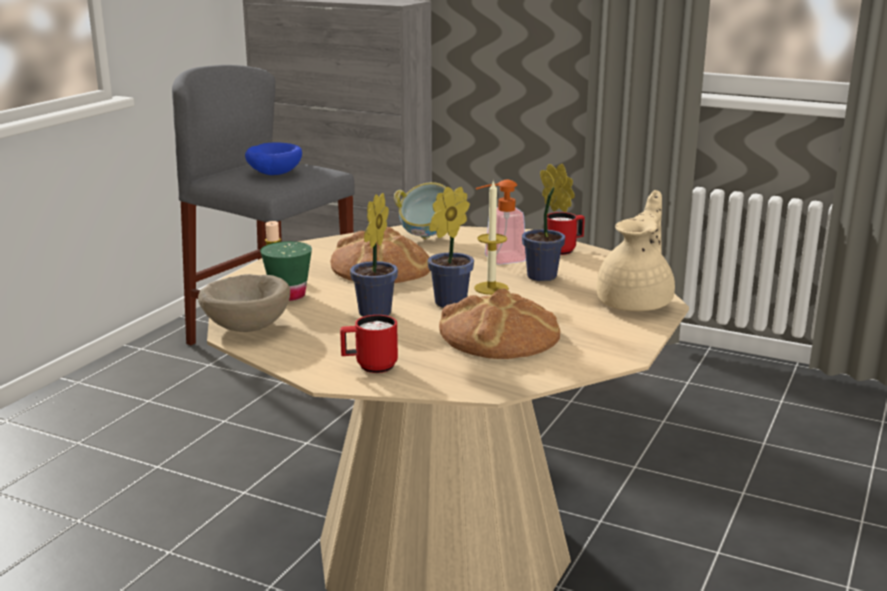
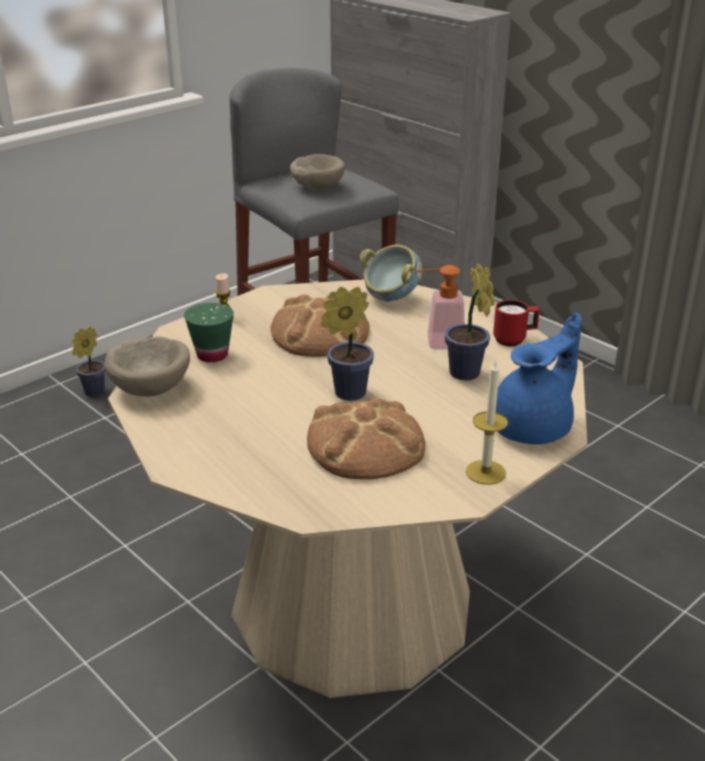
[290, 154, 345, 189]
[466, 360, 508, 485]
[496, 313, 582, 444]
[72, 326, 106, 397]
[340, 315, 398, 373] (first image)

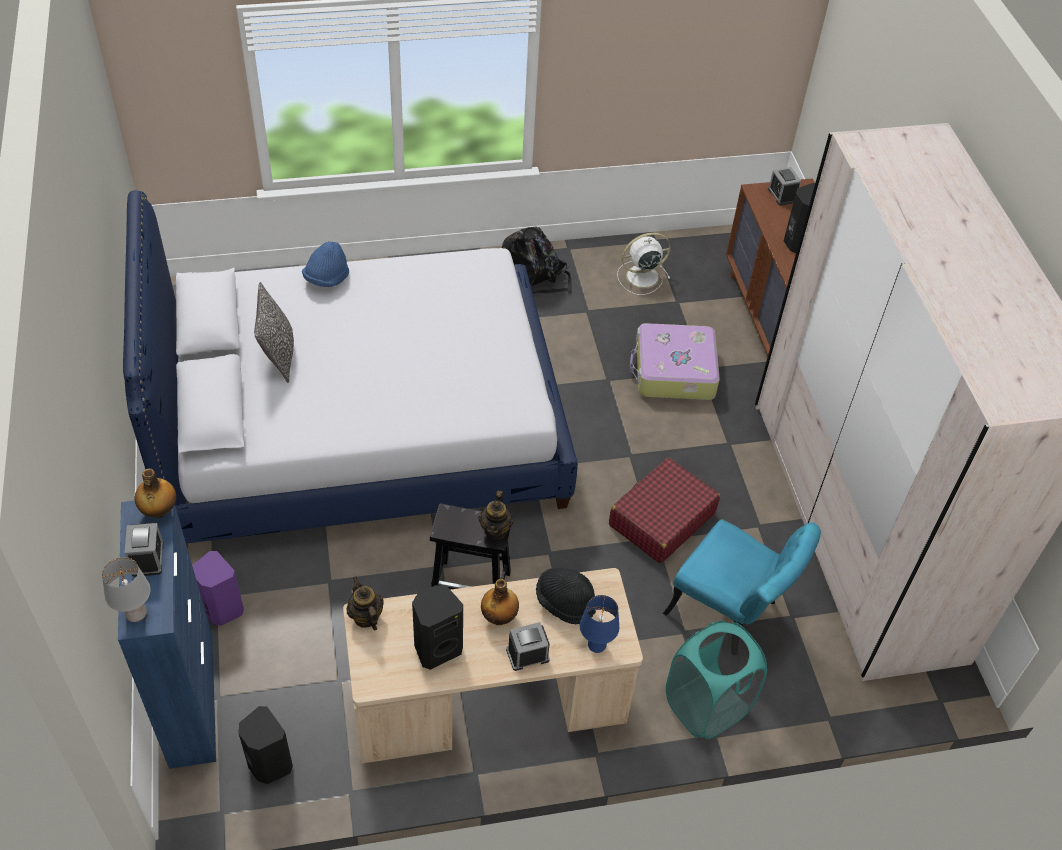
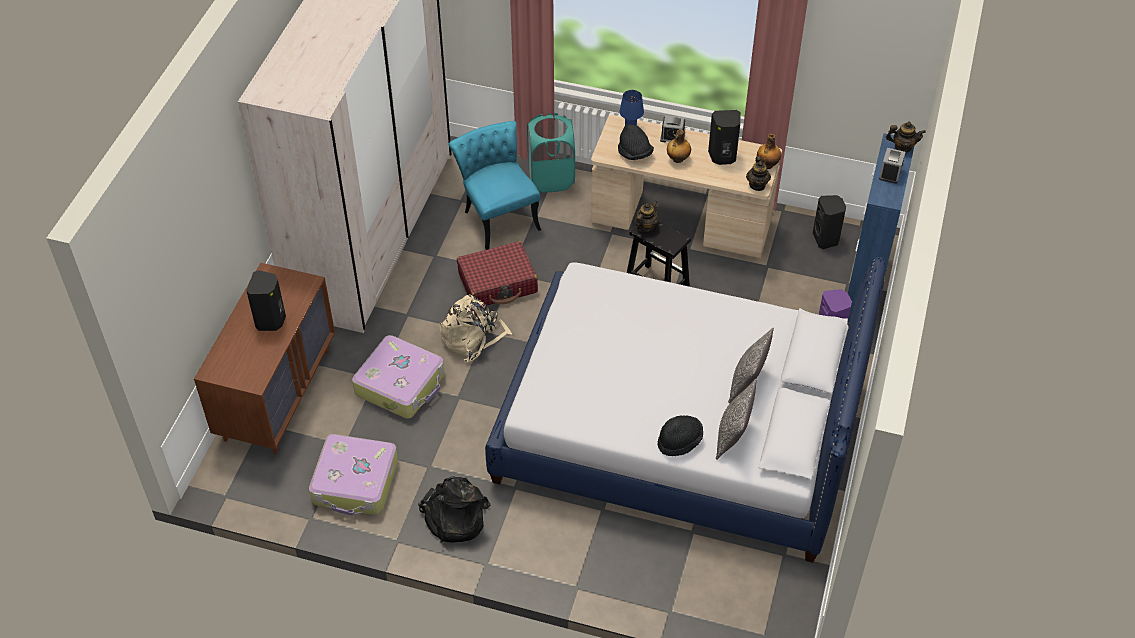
[768, 167, 801, 206] (first image)
[309, 434, 398, 516]
[657, 415, 703, 456]
[757, 134, 781, 169]
[886, 121, 926, 153]
[440, 295, 512, 362]
[716, 379, 757, 460]

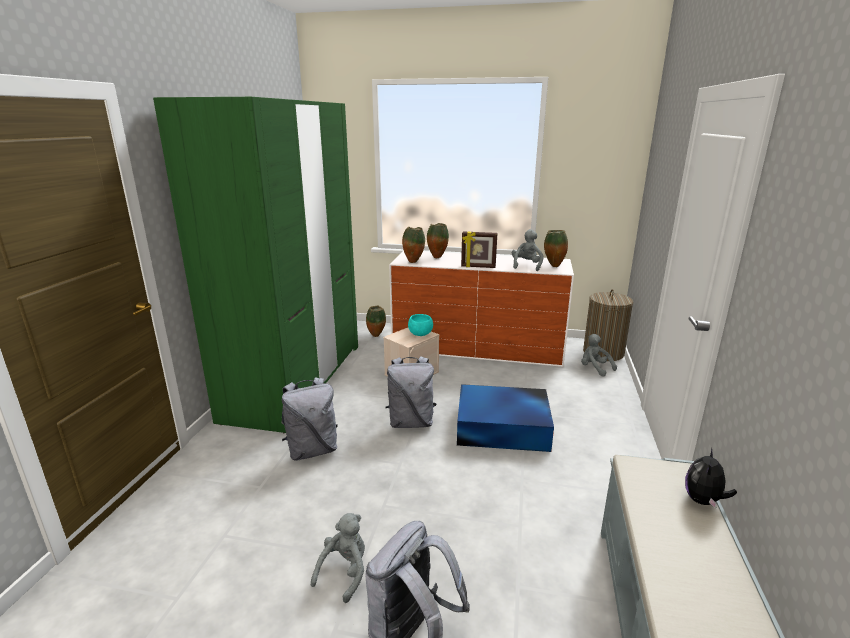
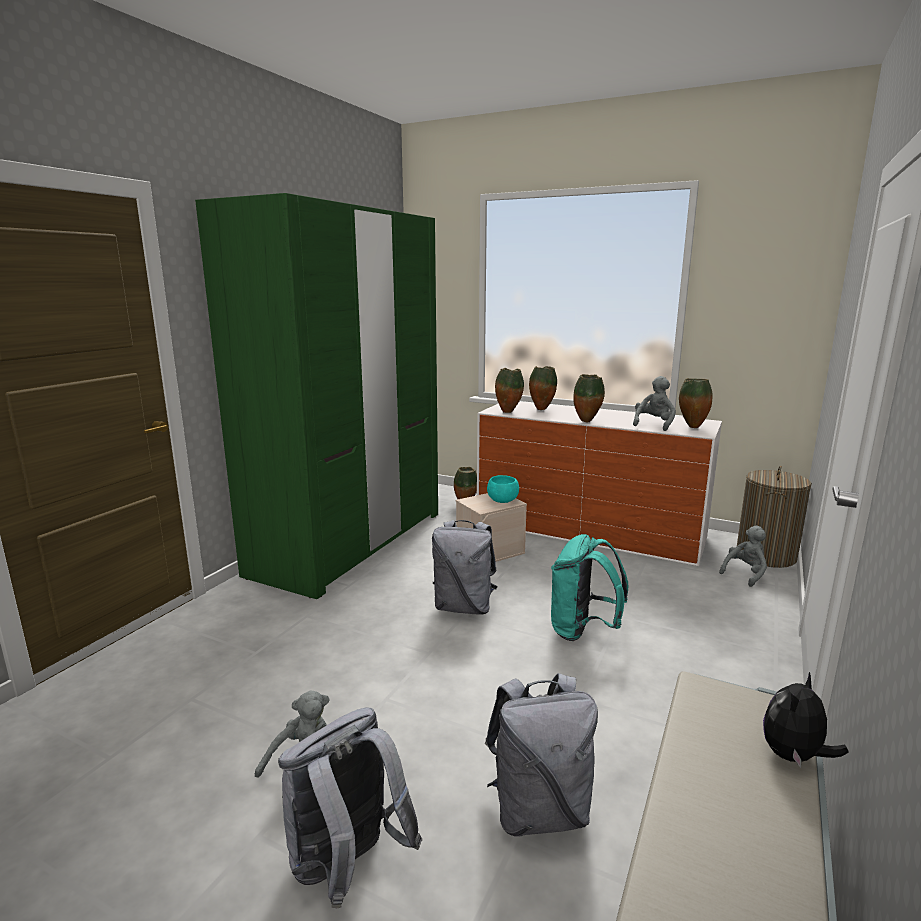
[573, 374, 605, 423]
[719, 525, 767, 587]
[485, 673, 598, 837]
[551, 534, 628, 641]

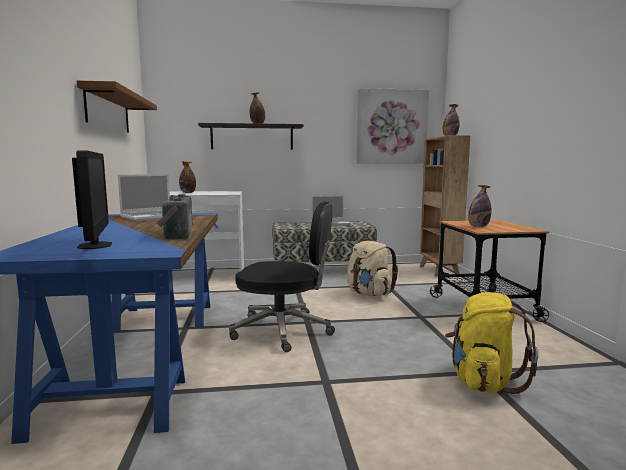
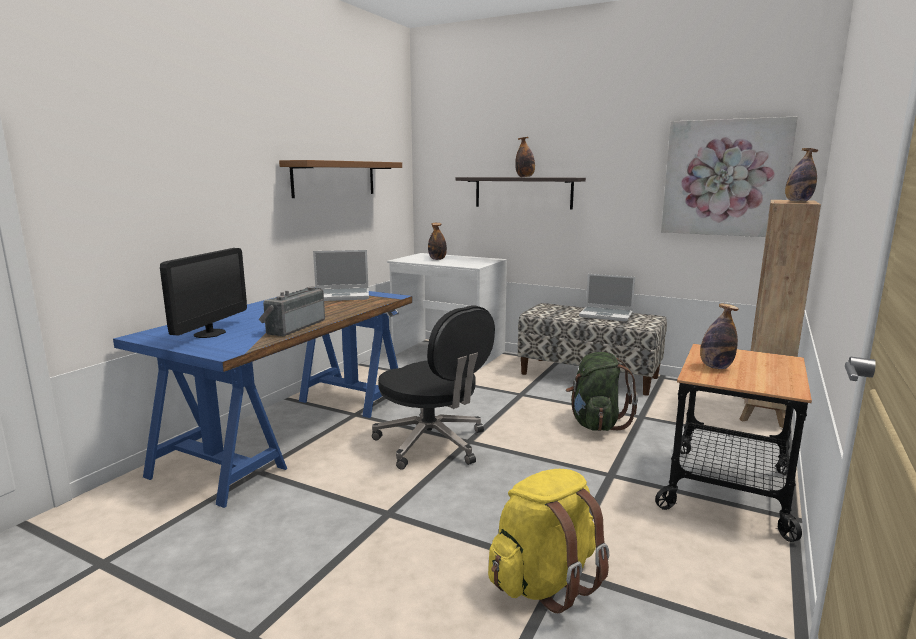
[566, 352, 638, 431]

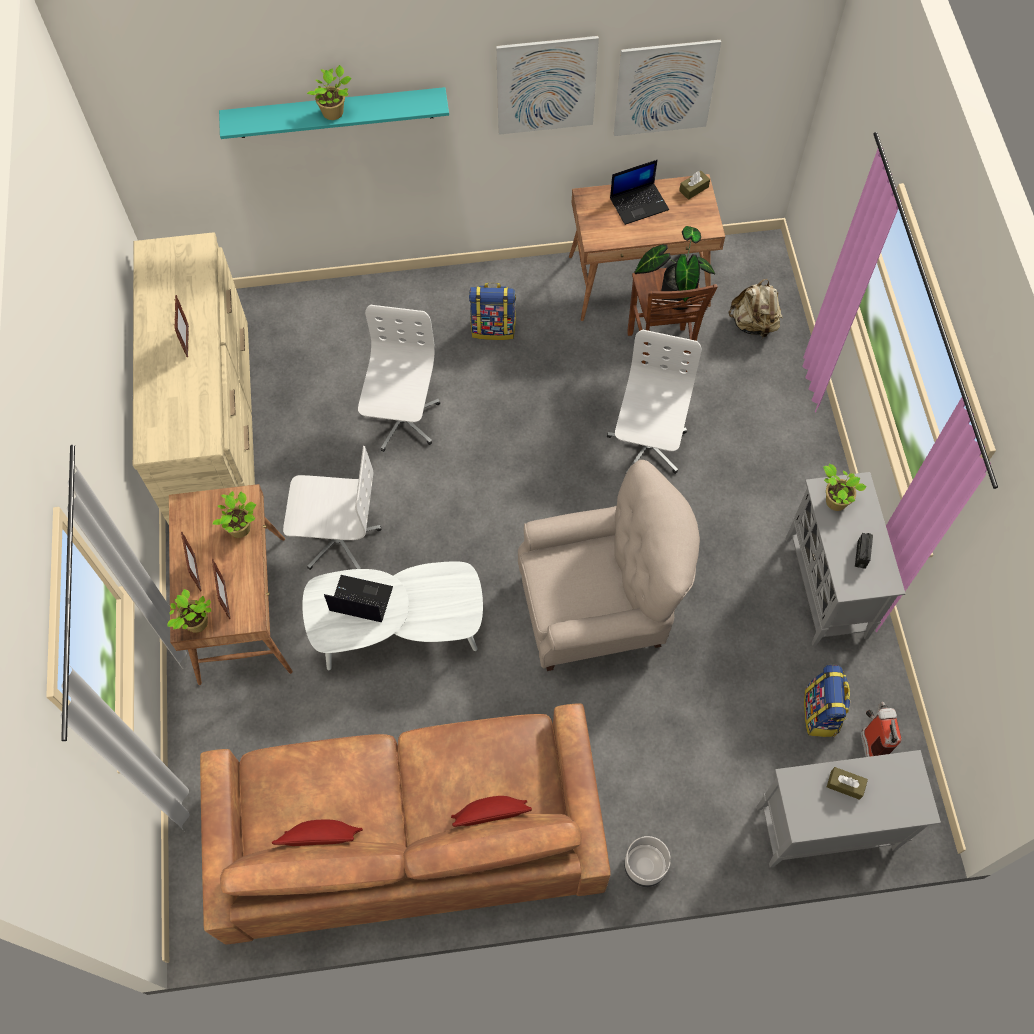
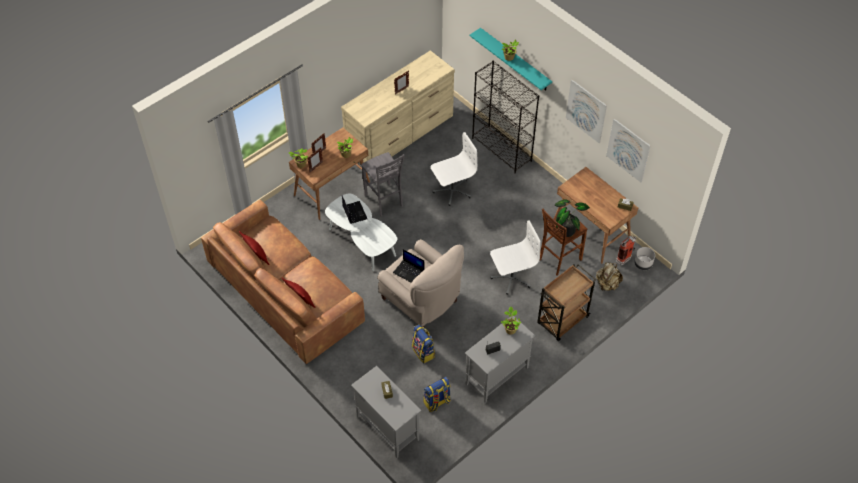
[393, 249, 424, 283]
[412, 325, 435, 363]
[361, 152, 405, 216]
[616, 236, 636, 266]
[634, 247, 655, 270]
[472, 61, 539, 173]
[537, 264, 596, 341]

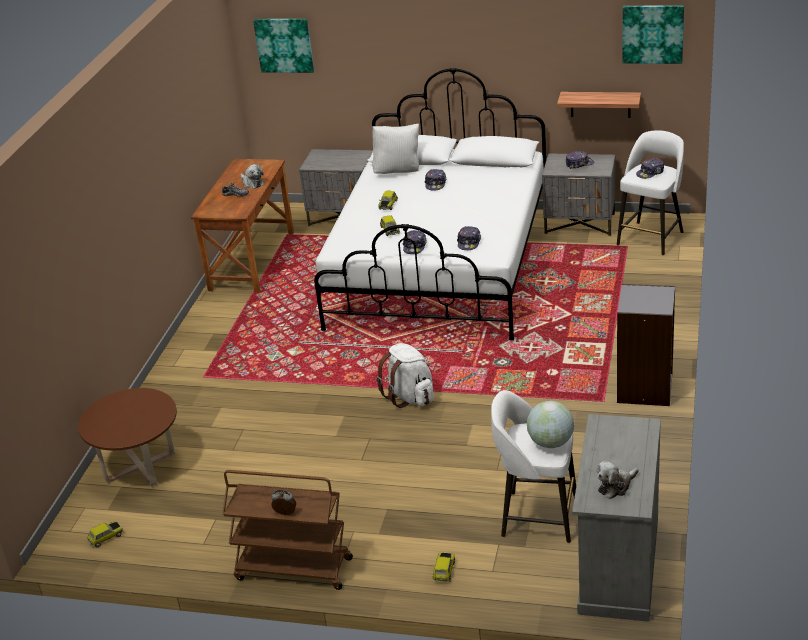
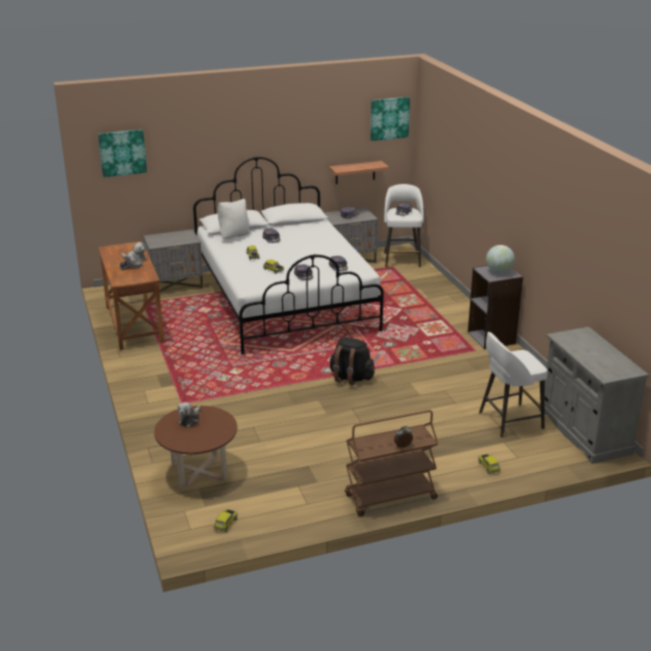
[330, 338, 374, 385]
[486, 245, 515, 273]
[177, 402, 201, 427]

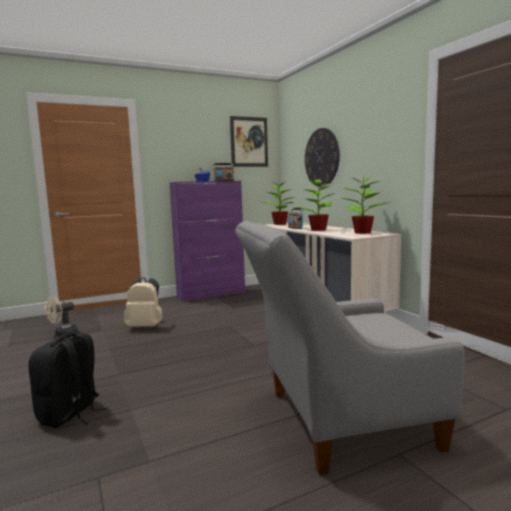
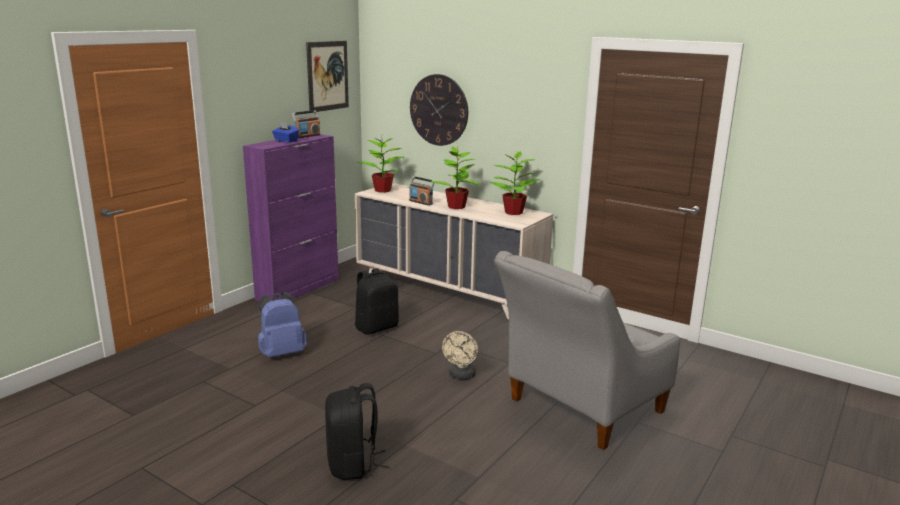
[258, 292, 307, 358]
[442, 331, 478, 380]
[355, 268, 399, 334]

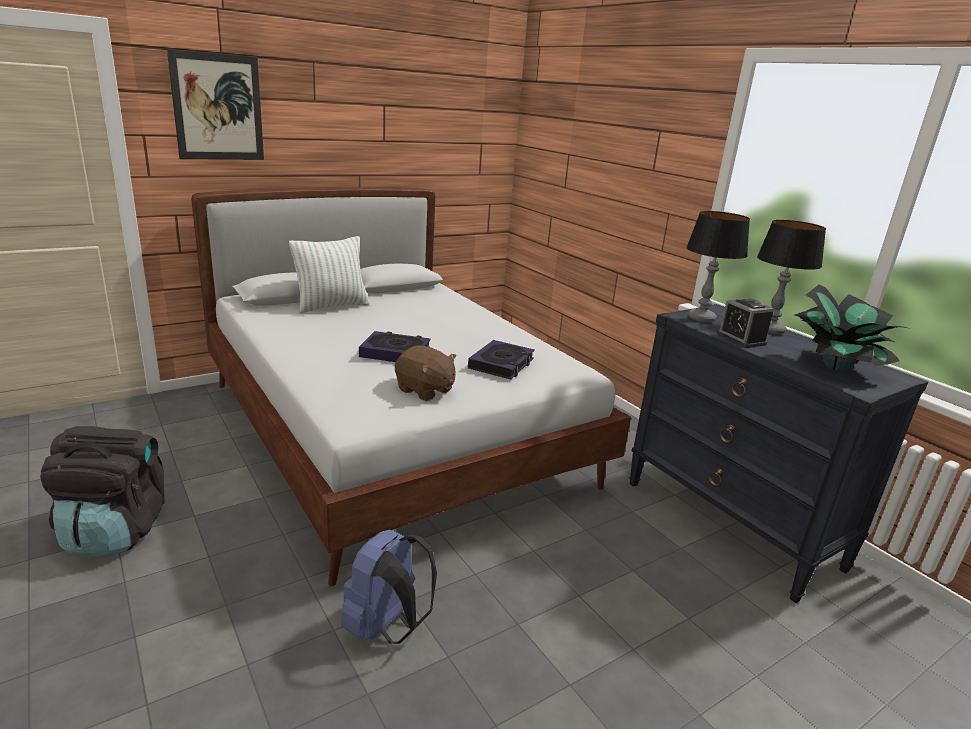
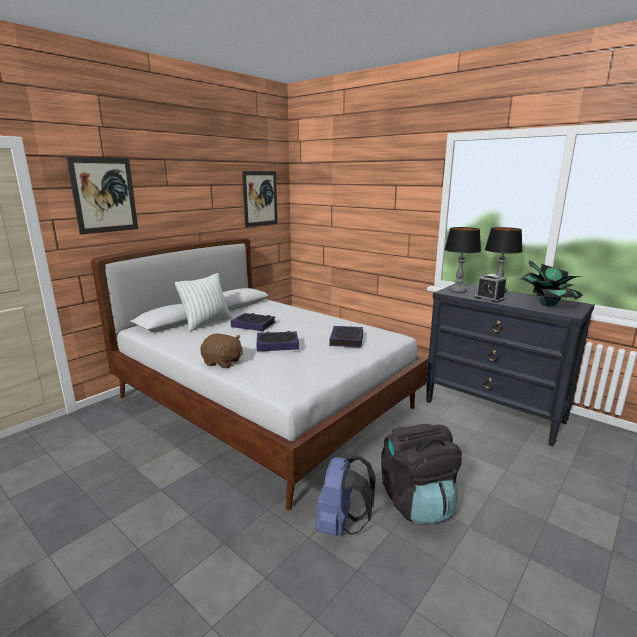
[200, 334, 243, 368]
[381, 424, 462, 524]
[242, 171, 277, 227]
[231, 313, 276, 331]

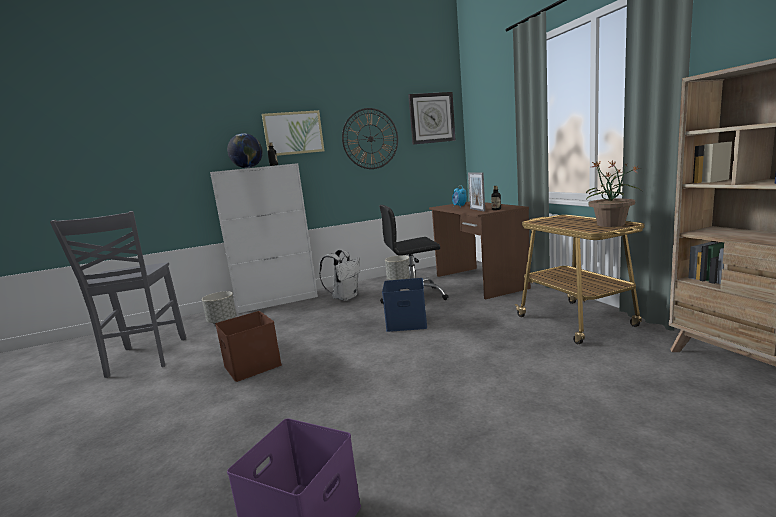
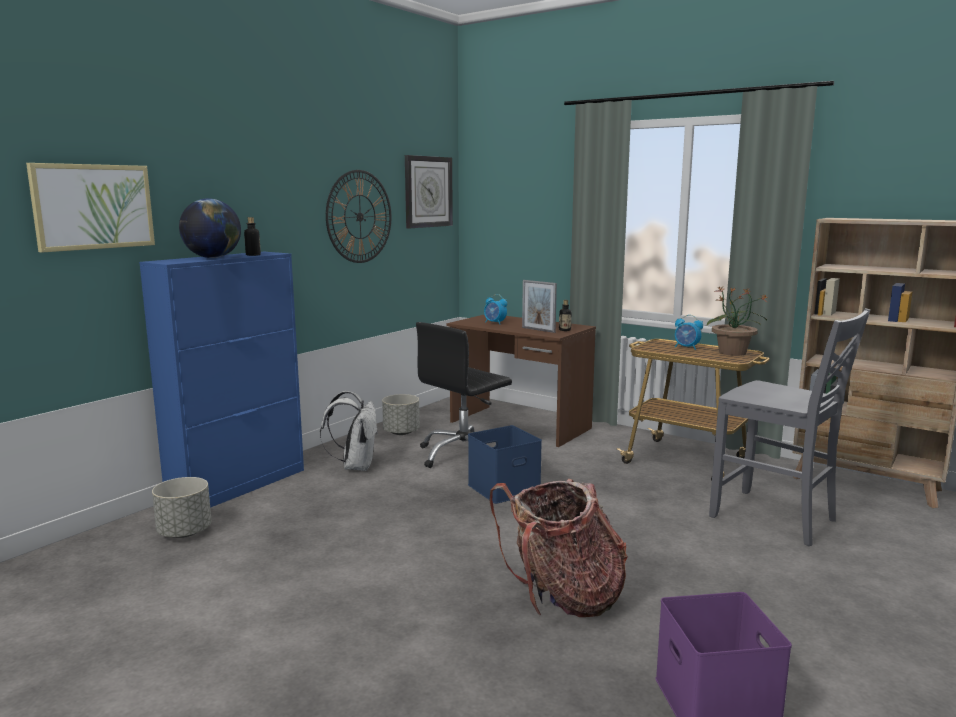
[26, 163, 155, 253]
[139, 252, 304, 508]
[709, 308, 870, 546]
[215, 311, 282, 382] (first image)
[675, 315, 703, 350]
[489, 479, 628, 617]

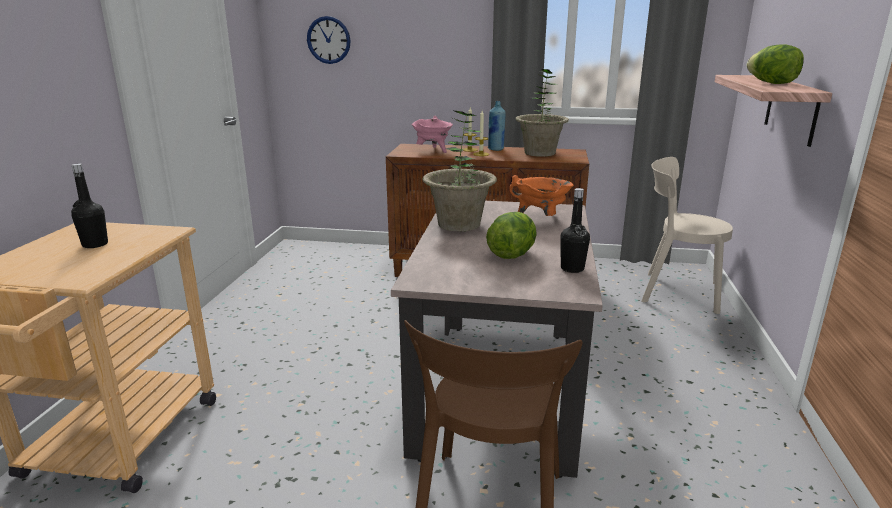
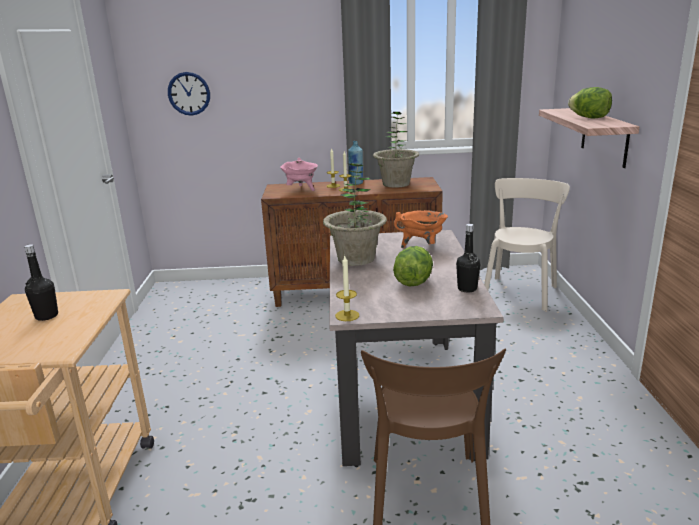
[484, 178, 570, 311]
[335, 256, 359, 321]

